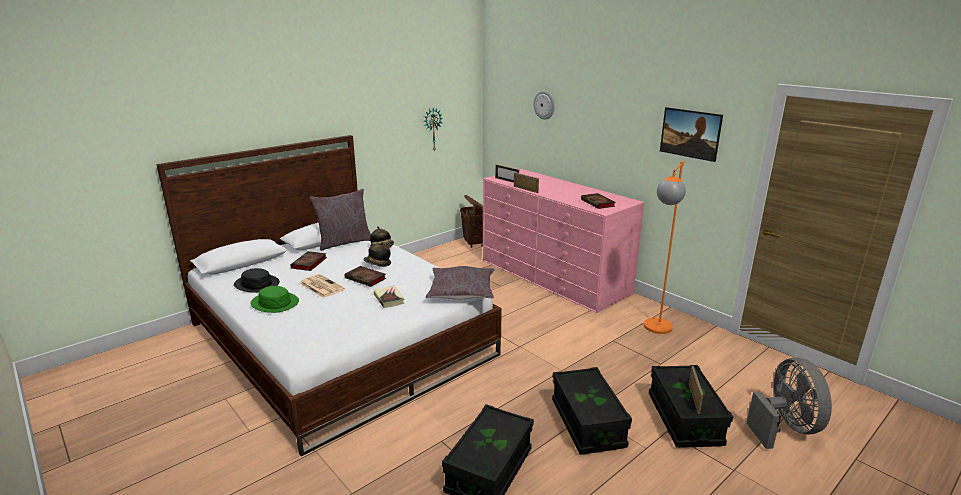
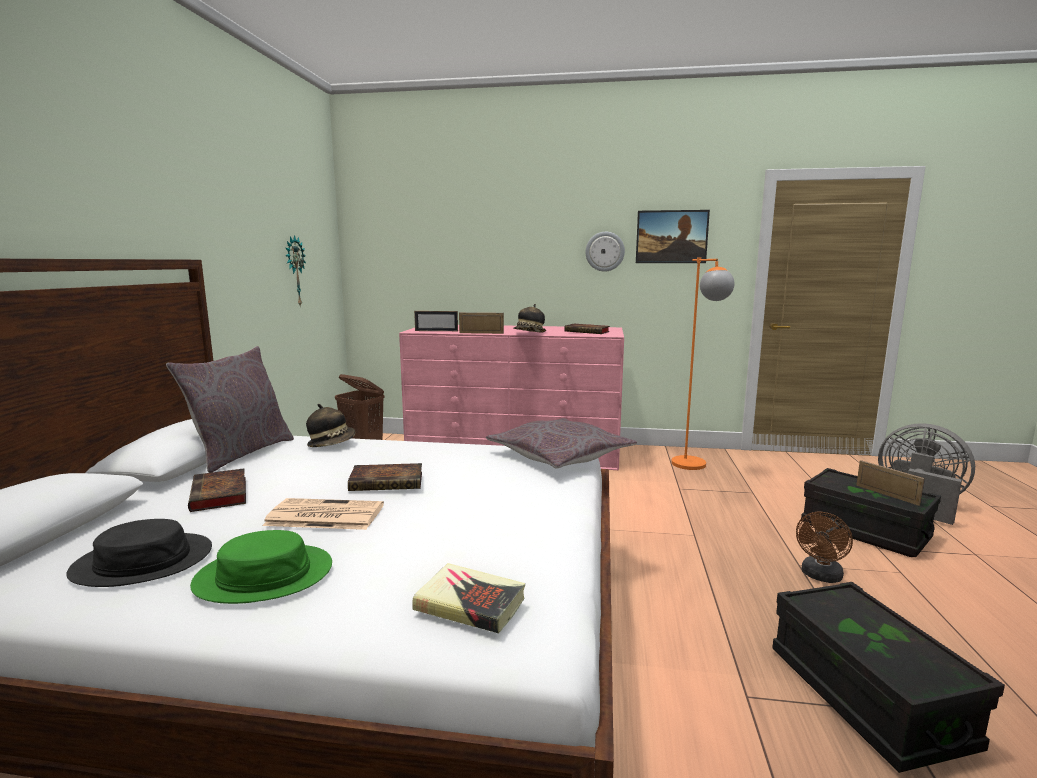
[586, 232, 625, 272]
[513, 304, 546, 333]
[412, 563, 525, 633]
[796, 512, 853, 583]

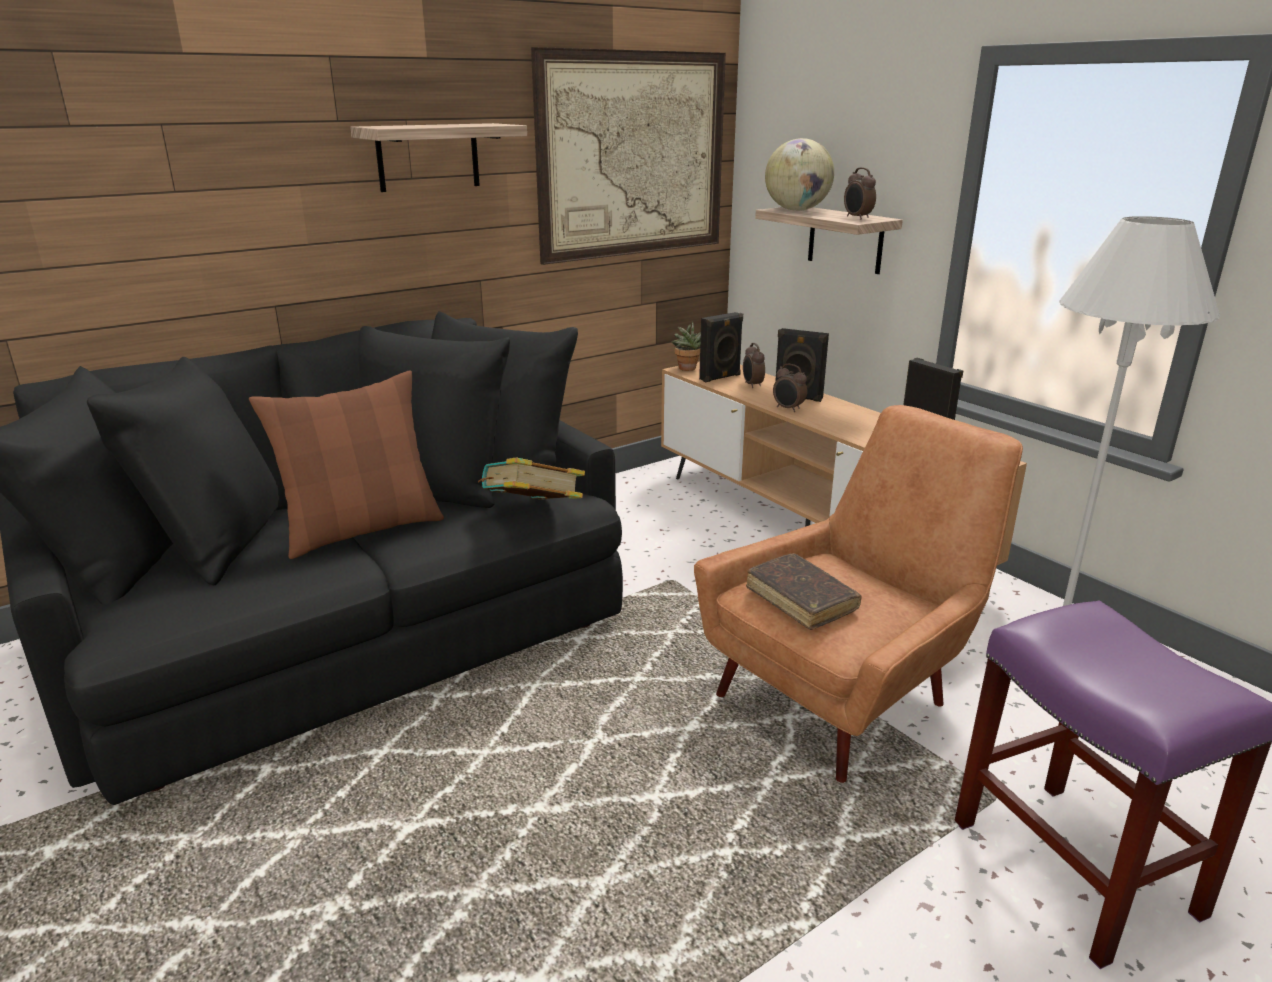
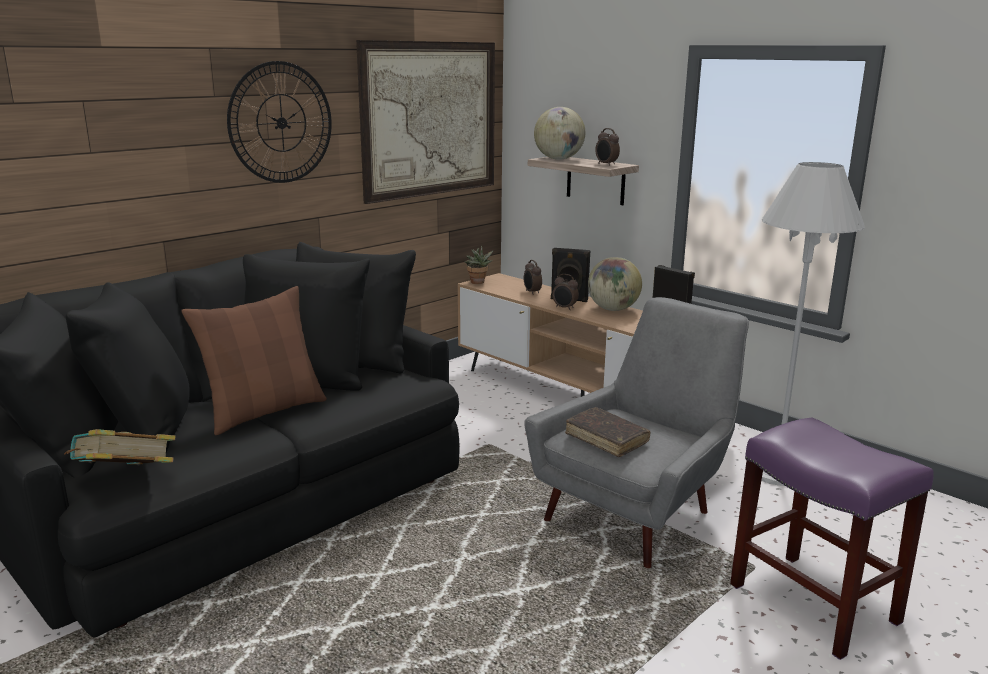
[227, 61, 332, 183]
[699, 312, 743, 382] (first image)
[524, 297, 749, 568]
[64, 429, 176, 466]
[588, 257, 642, 311]

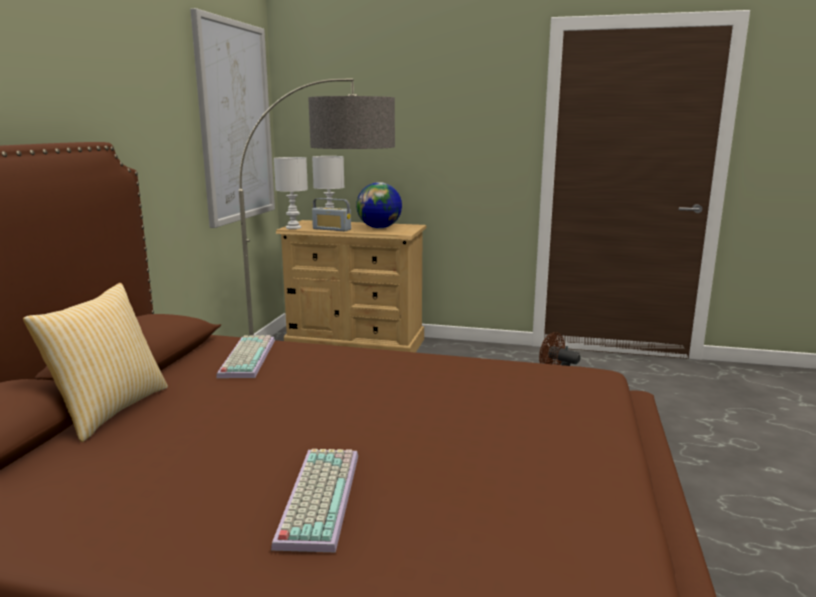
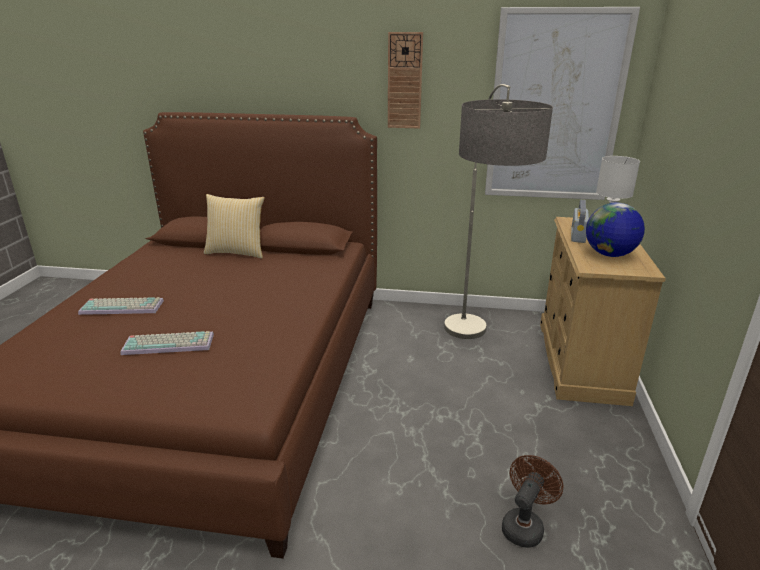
[274, 157, 308, 229] (first image)
[120, 331, 214, 355]
[388, 32, 423, 129]

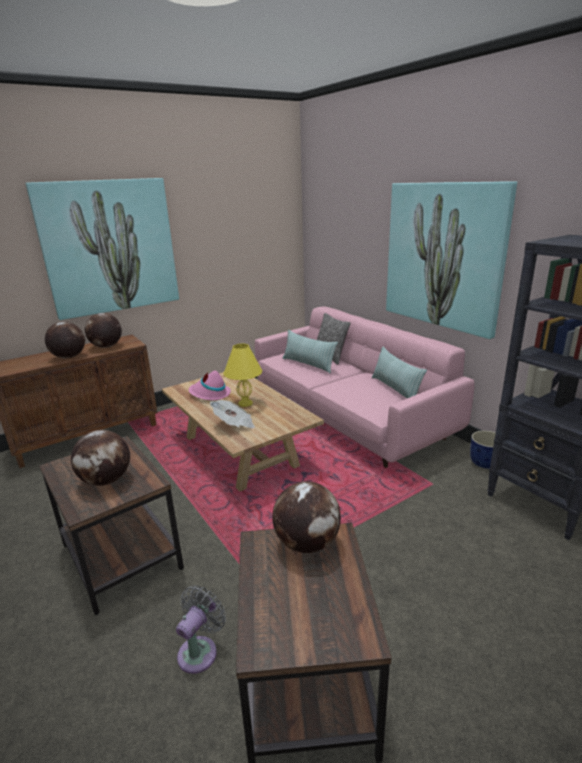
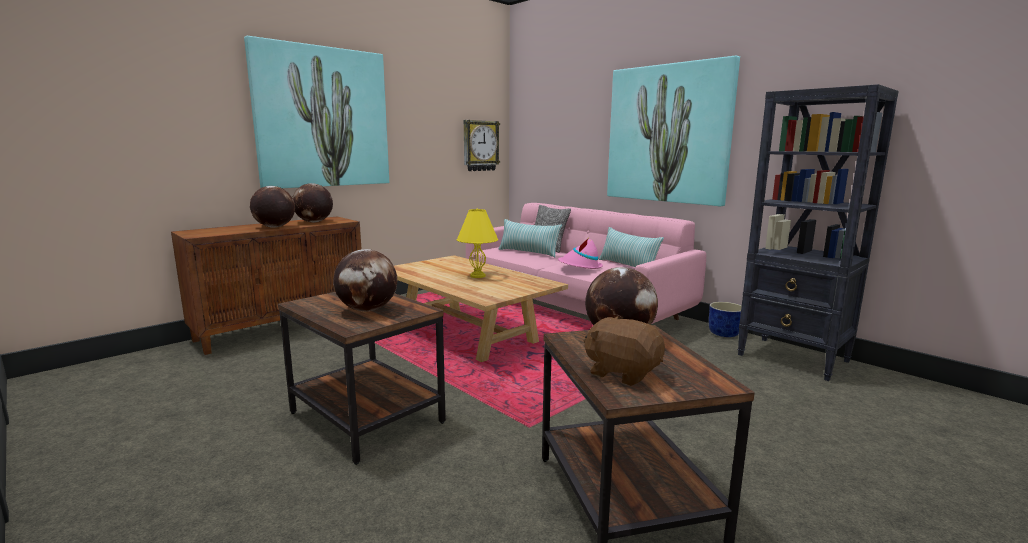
[558, 239, 603, 269]
[210, 400, 255, 428] (first image)
[176, 585, 226, 674] (first image)
[464, 120, 500, 171]
[583, 316, 665, 386]

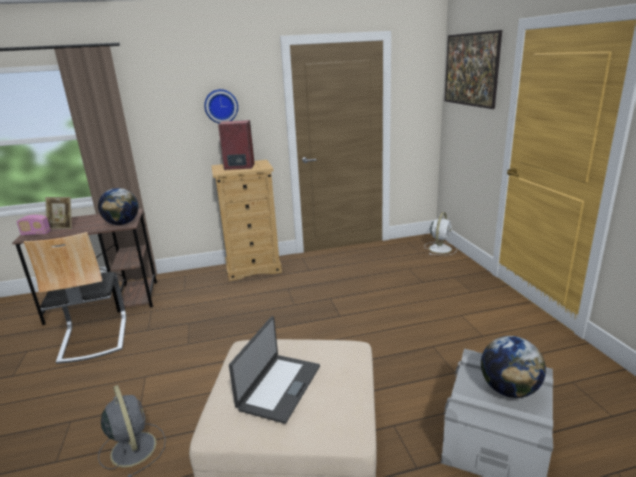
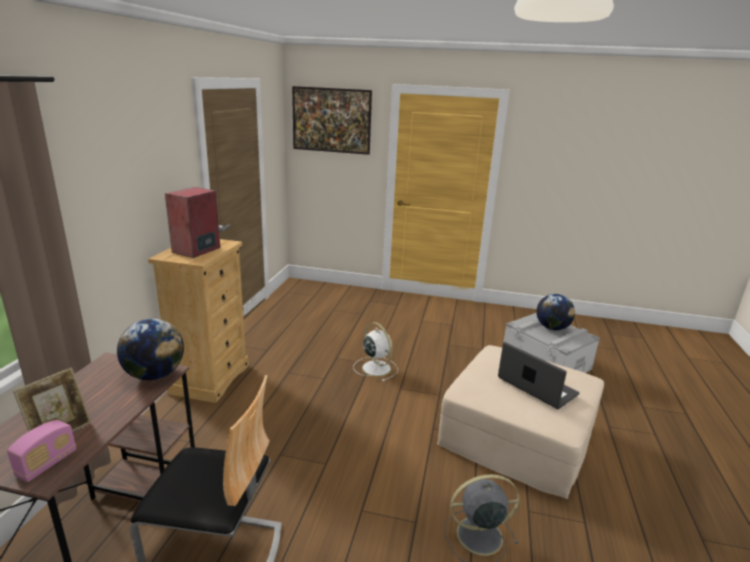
[204, 89, 238, 123] (first image)
[353, 322, 398, 381]

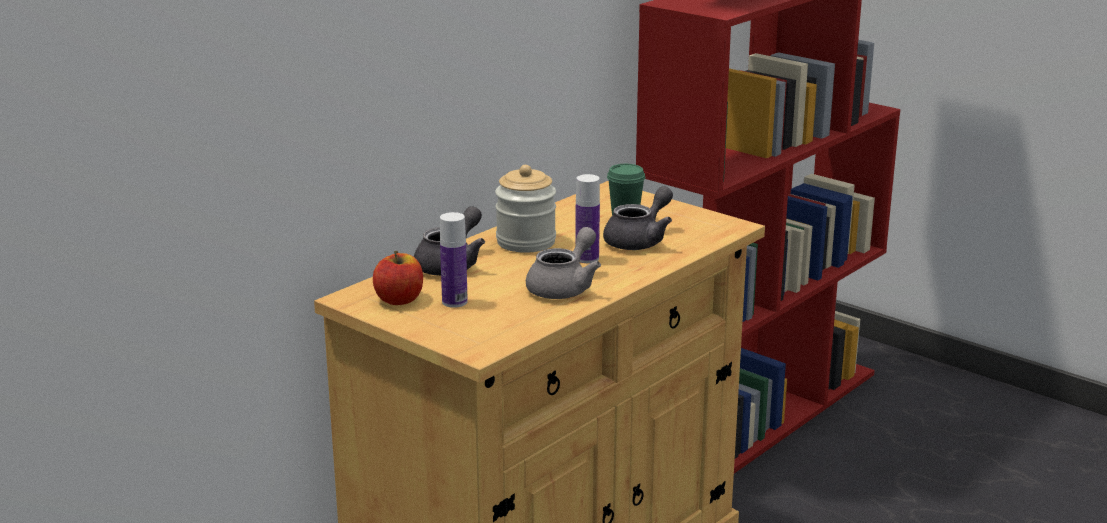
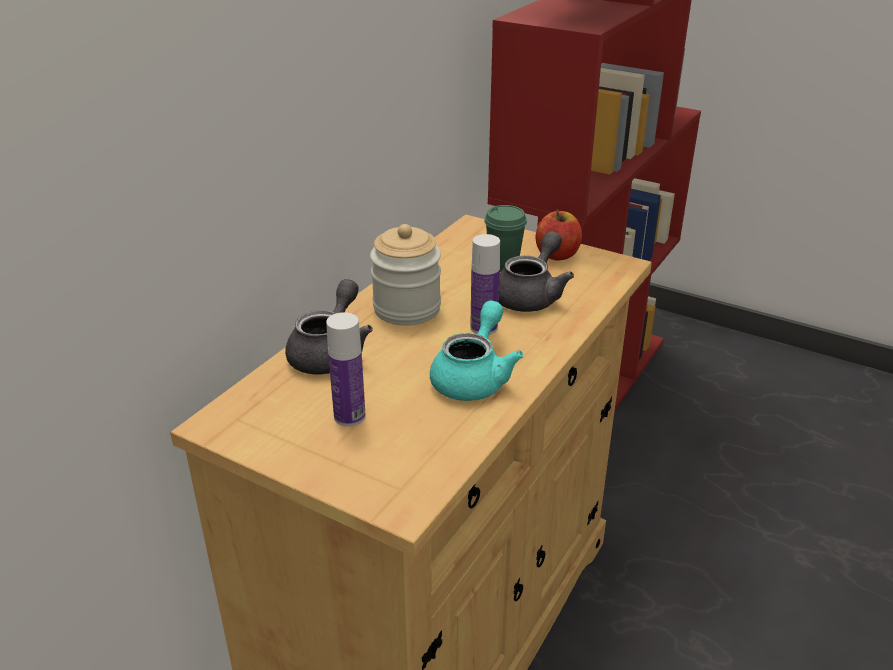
[430, 301, 524, 401]
[536, 210, 582, 261]

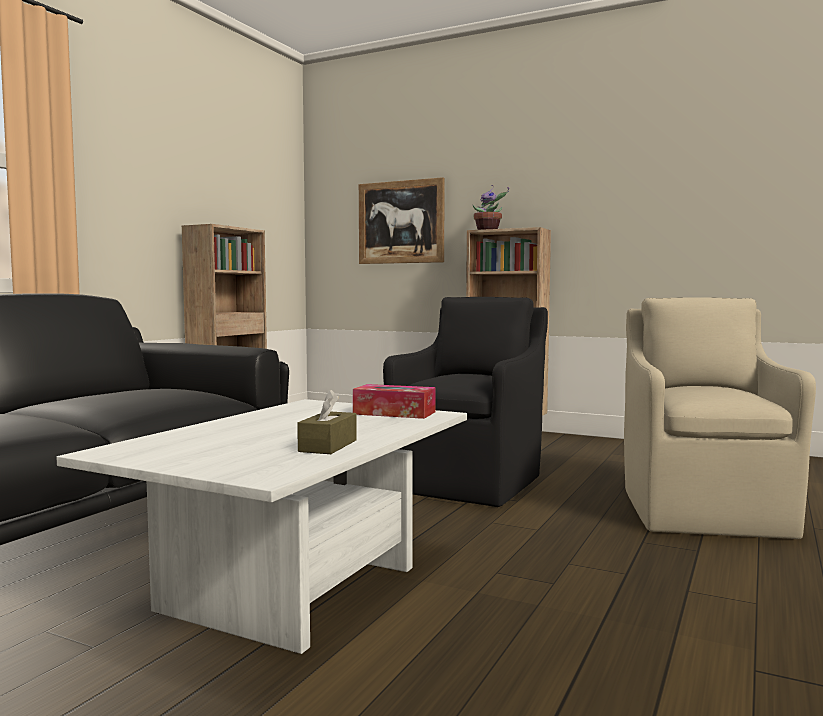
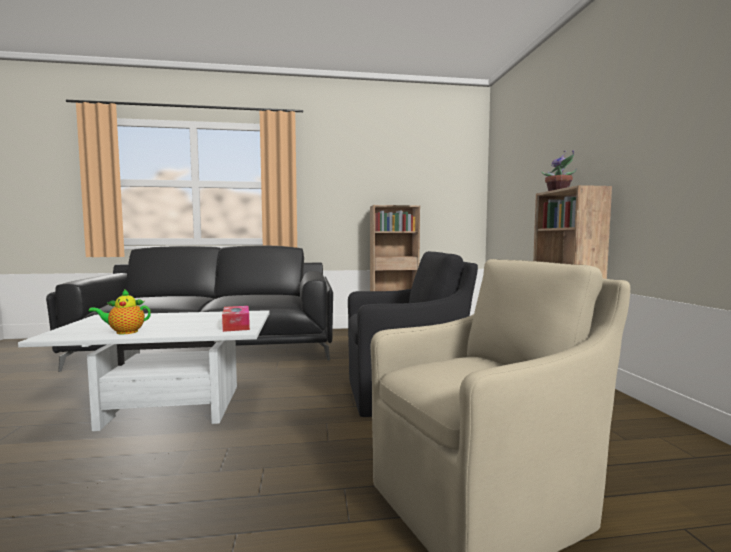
[359, 177, 445, 264] (first image)
[88, 289, 151, 334]

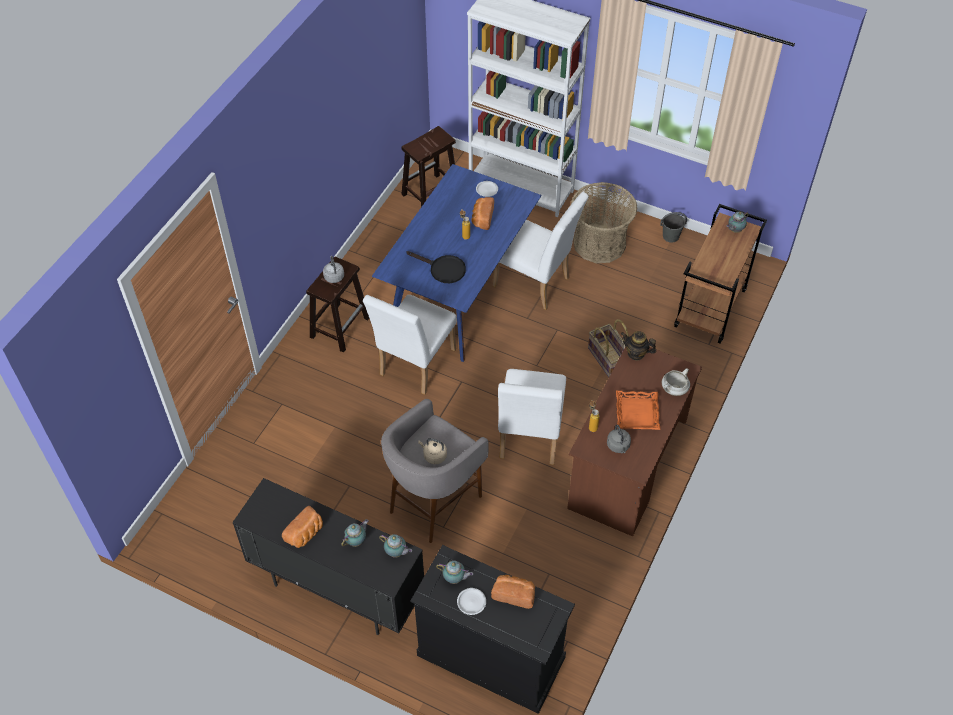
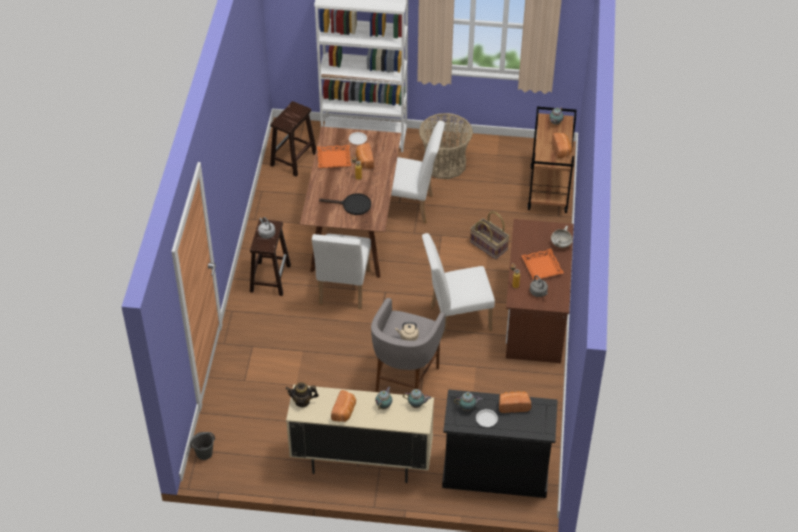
[300, 126, 401, 278]
[190, 432, 215, 460]
[285, 382, 319, 407]
[422, 233, 495, 339]
[286, 384, 434, 483]
[552, 133, 572, 158]
[317, 145, 351, 168]

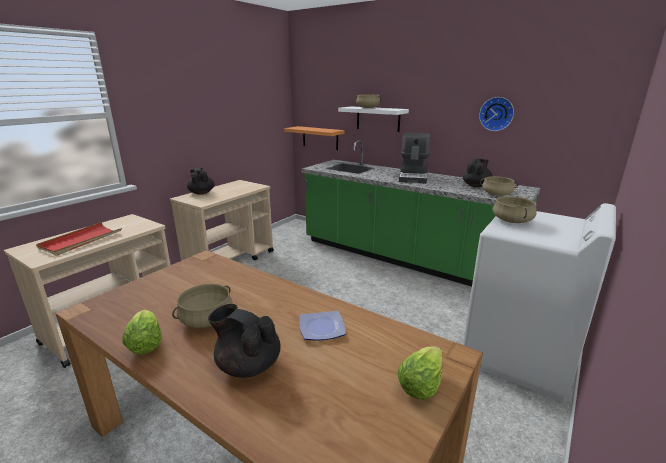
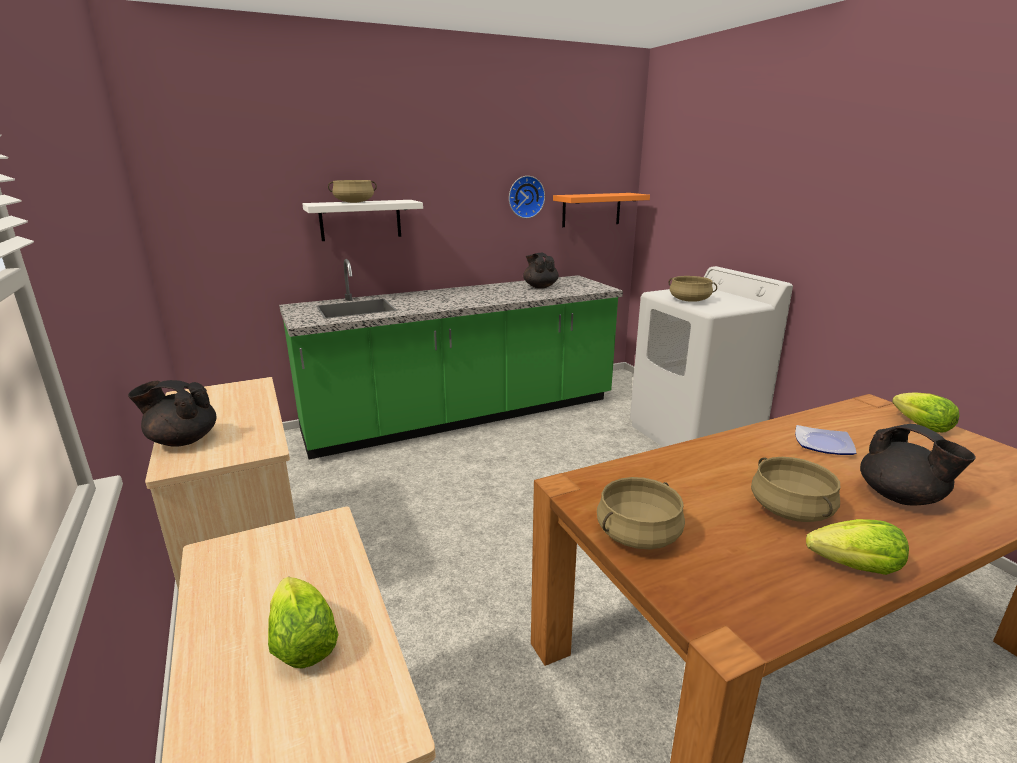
[553, 193, 650, 227]
[399, 133, 430, 183] (first image)
[597, 477, 685, 549]
[268, 577, 339, 669]
[860, 424, 976, 506]

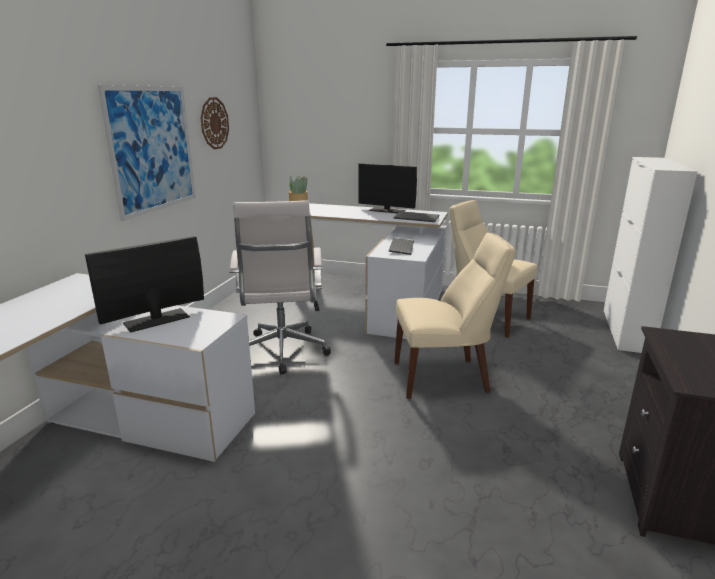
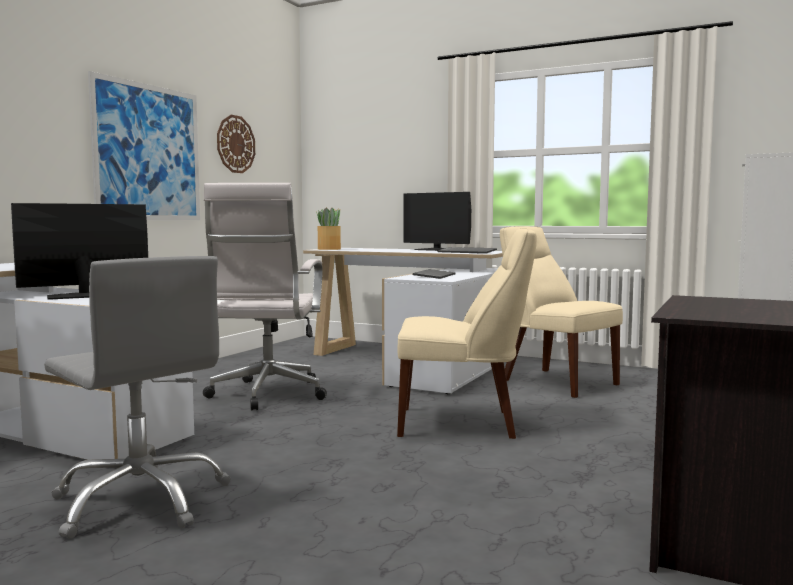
[44, 256, 231, 539]

